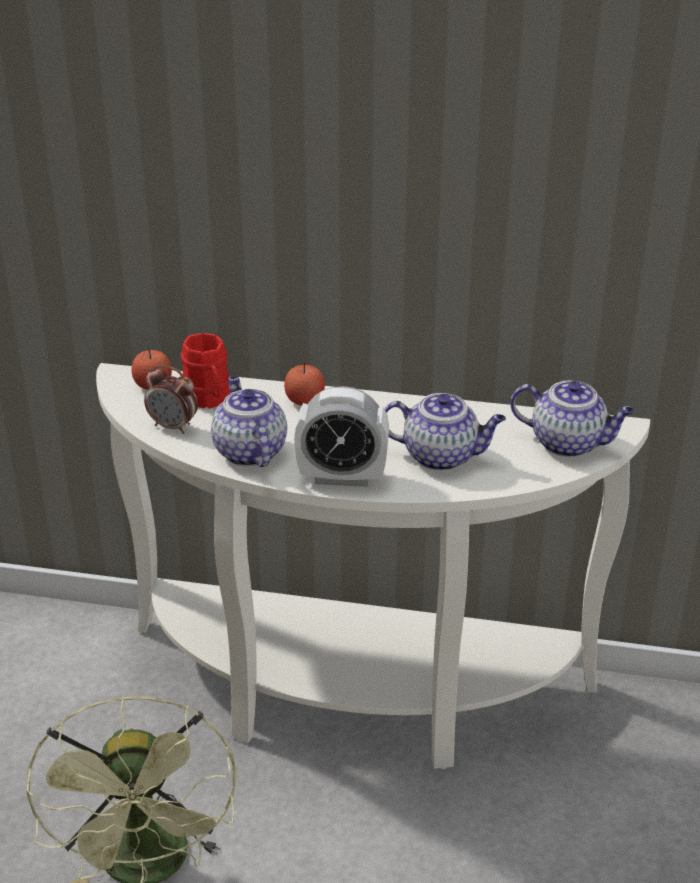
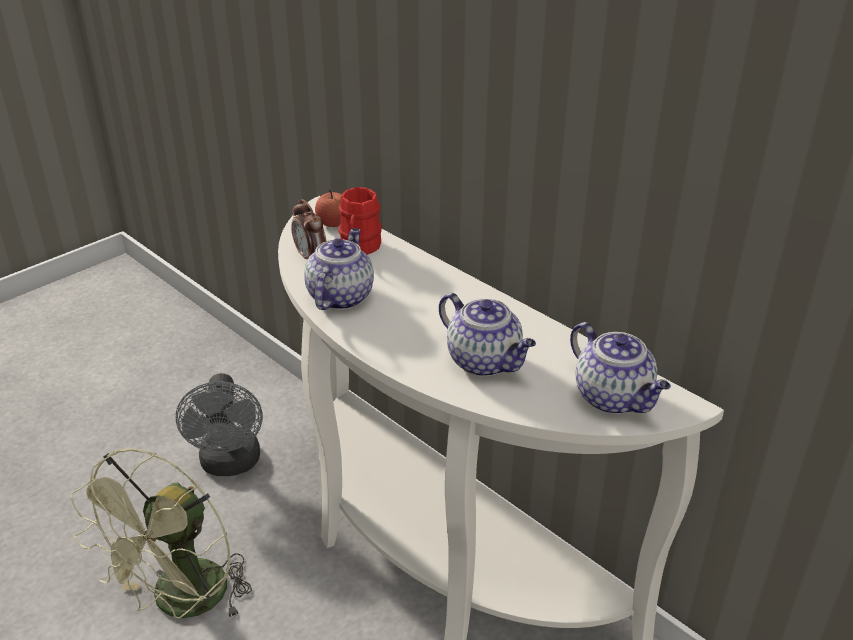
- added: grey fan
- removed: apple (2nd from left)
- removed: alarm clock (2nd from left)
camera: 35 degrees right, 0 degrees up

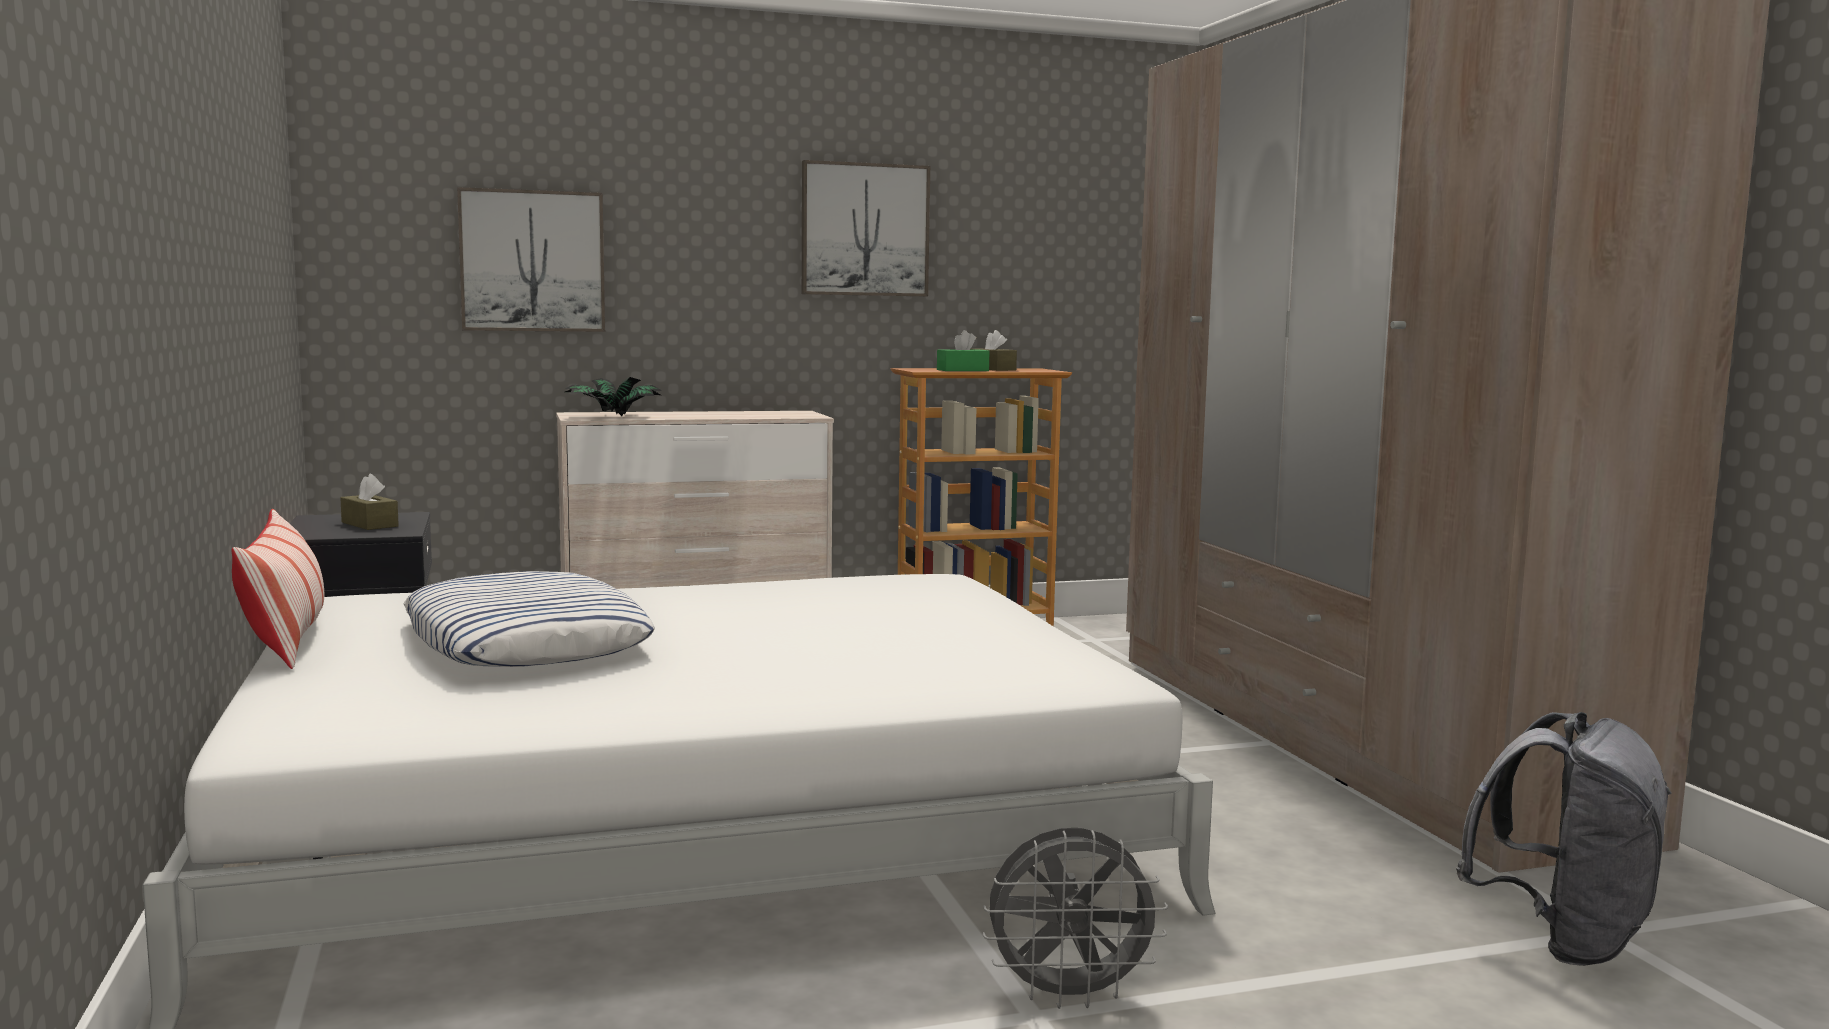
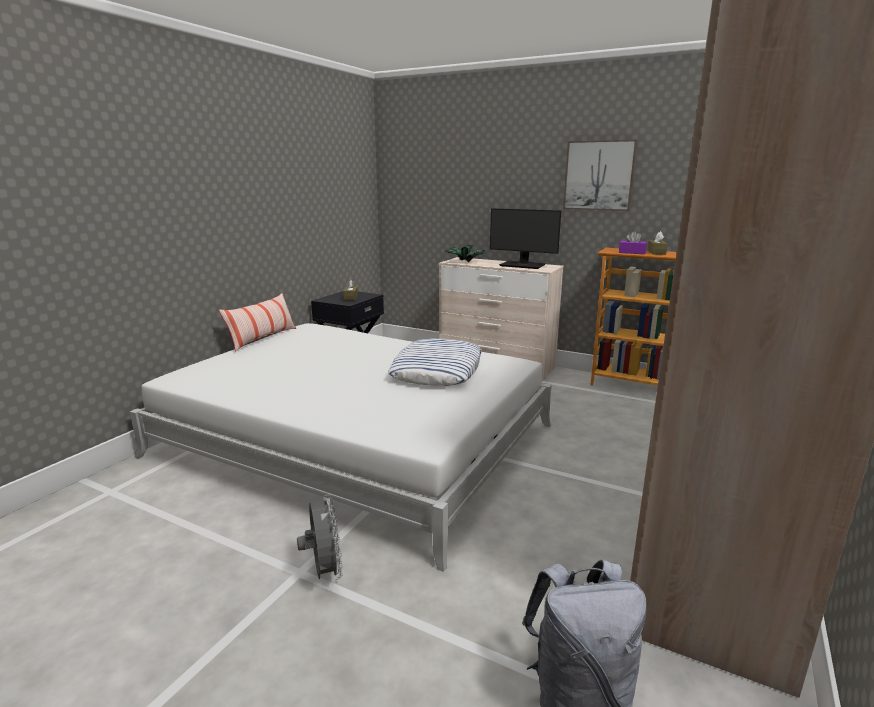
- turned: grey fan 150 degrees counterclockwise
- moved: pillow (2nd from left)
- added: monitor
- recoloured: green tissue box to purple tissue box
- removed: picture (1st from left)
camera: 45 degrees right, 10 degrees up

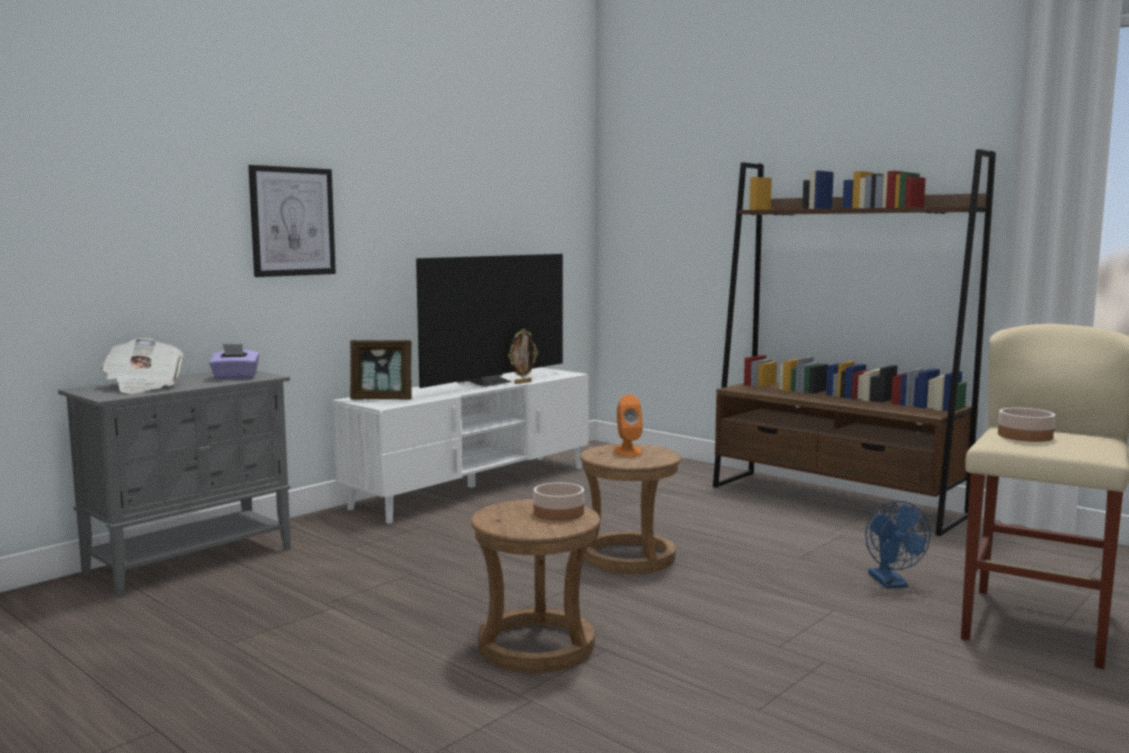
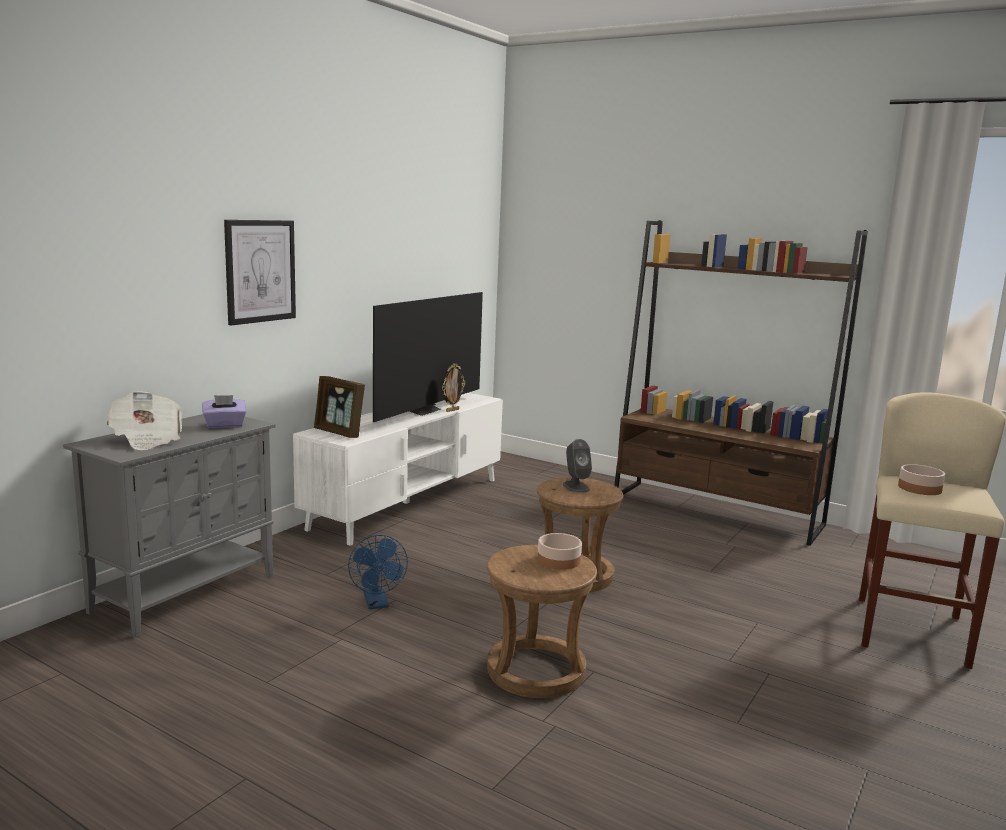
- turned: picture frame (1st from left) 45 degrees clockwise
- moved: blue fan
- recoloured: orange speaker to grey speaker
camera: 10 degrees left, 5 degrees up

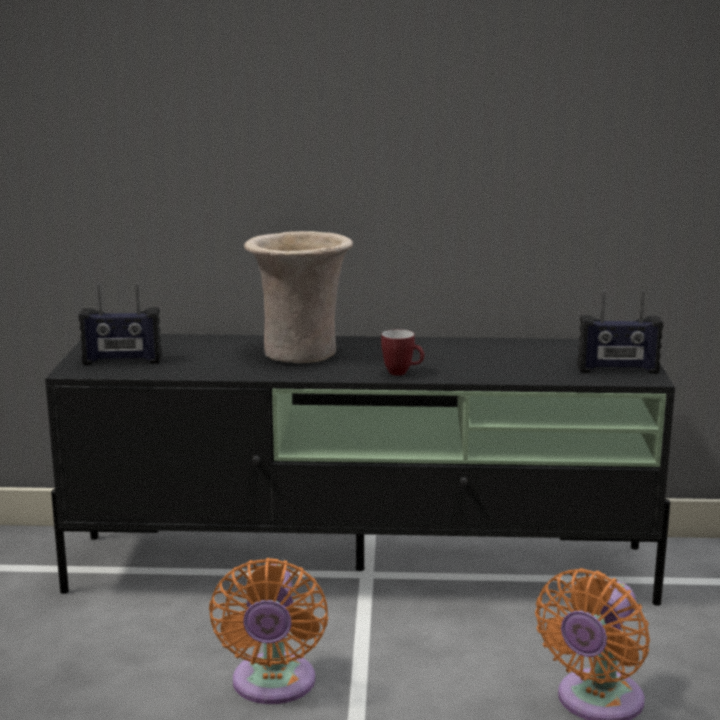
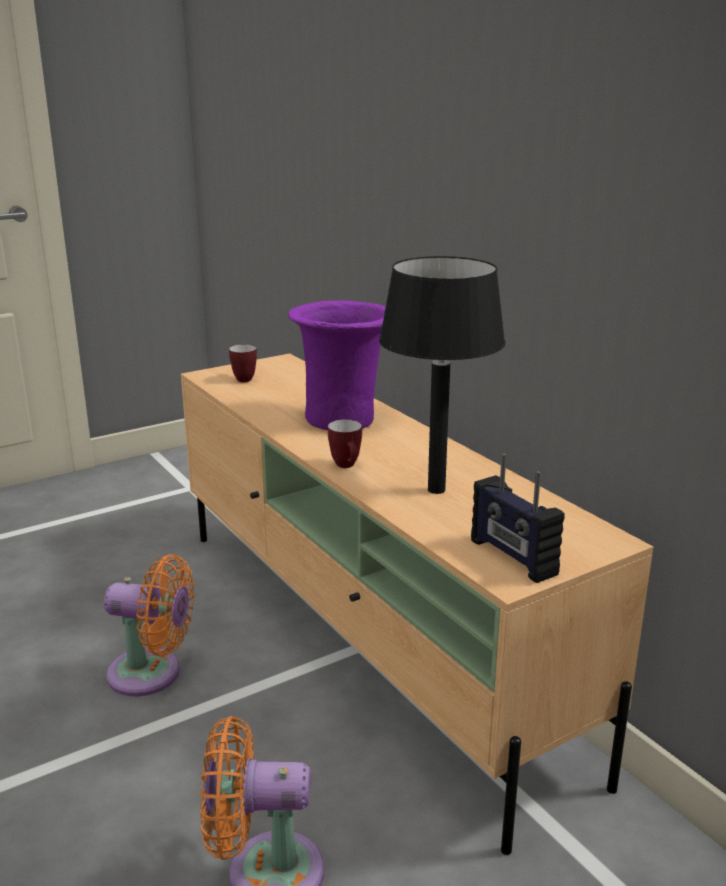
- turned: orange fan (1st from left) 135 degrees counterclockwise
- recoloured: black tv stand to beige tv stand
- replaced: radio (1st from left) to mug (1st from left)
- recoloured: beige vase to purple vase
- added: black table lamp
camera: 55 degrees right, 5 degrees up

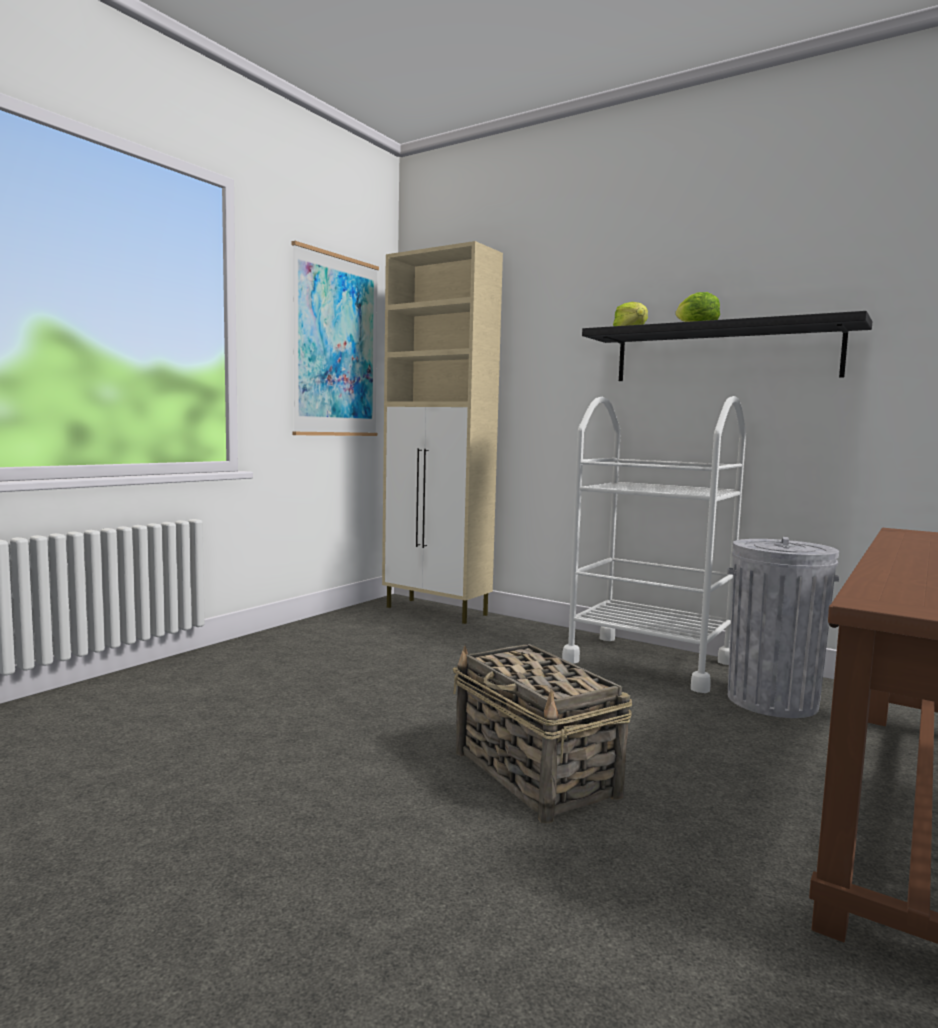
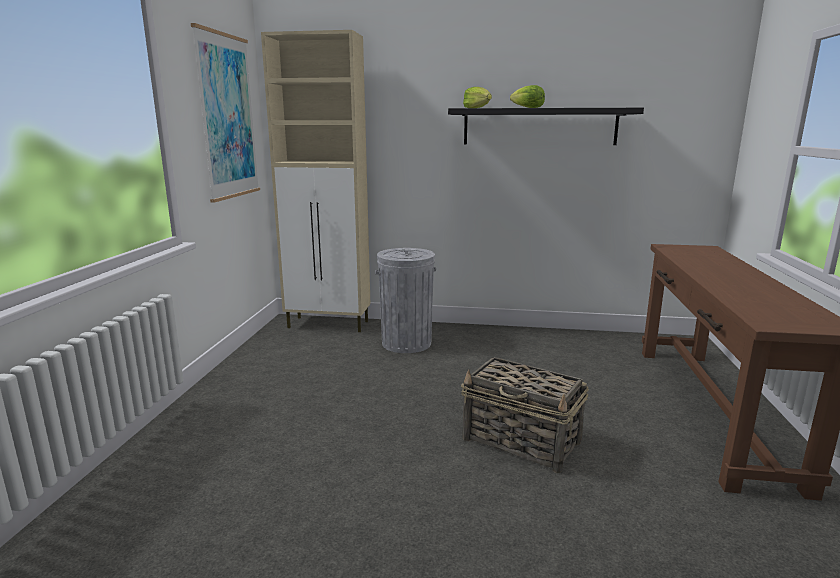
- moved: grey trash can
- removed: white cart
camera: 25 degrees left, 10 degrees up

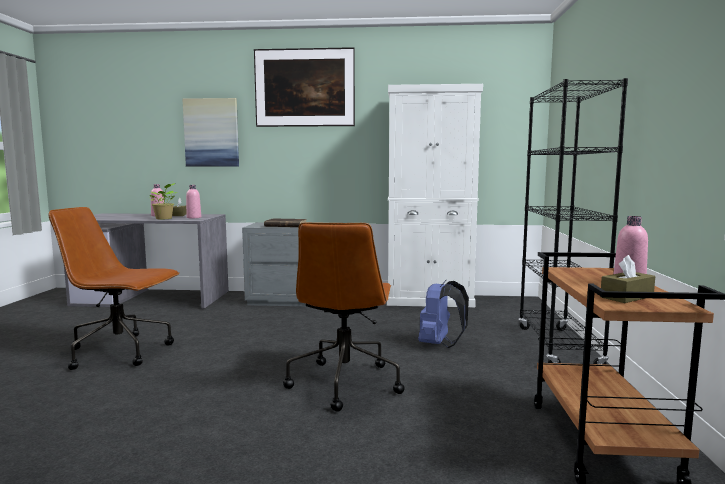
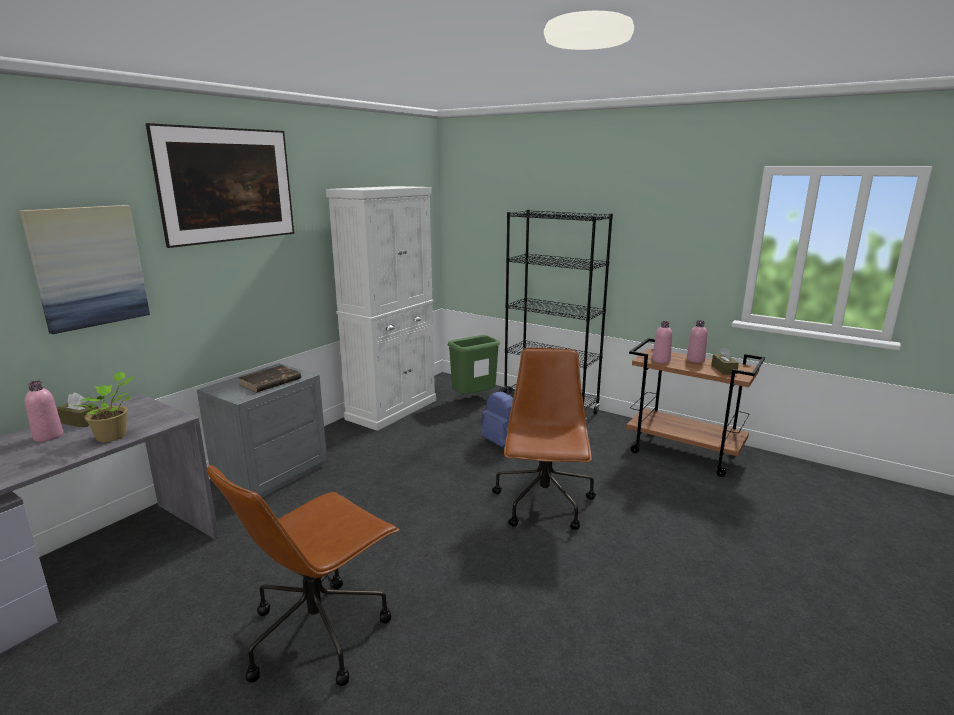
- added: green trash can
- turned: brown office chair (2nd from left) 120 degrees counterclockwise
- moved: pink bottle (2nd from left)
camera: 60 degrees left, 10 degrees up

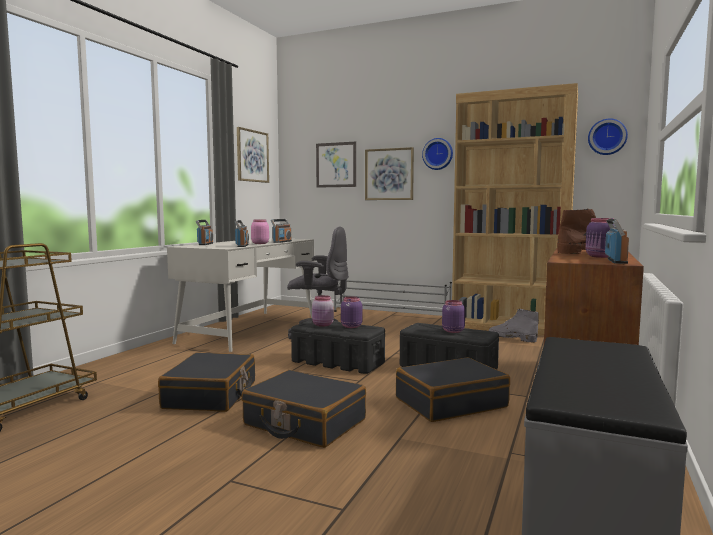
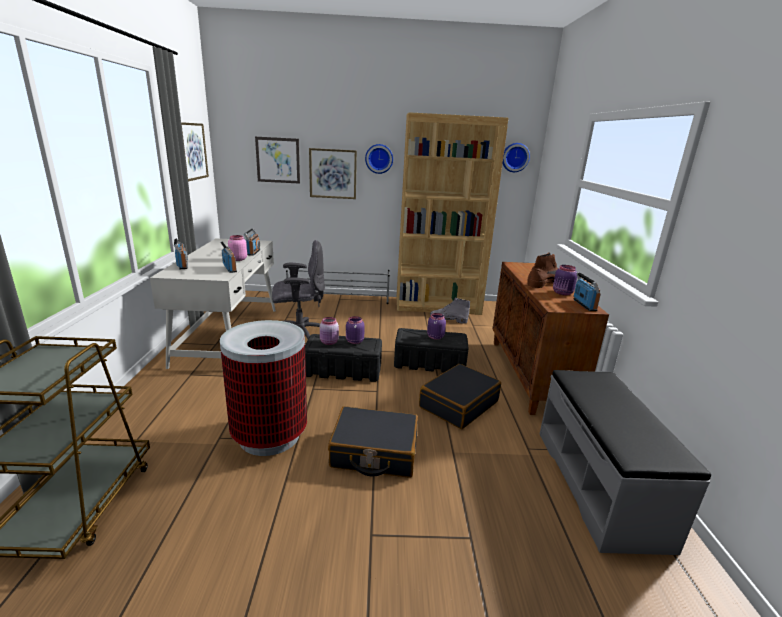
- replaced: black suitcase (1st from left) to trash can
camera: 25 degrees left, 15 degrees up

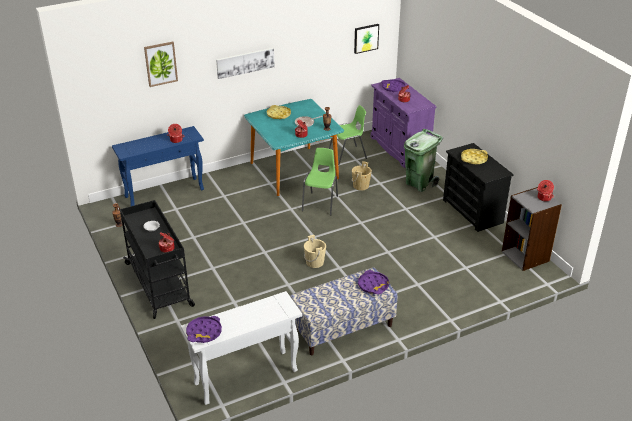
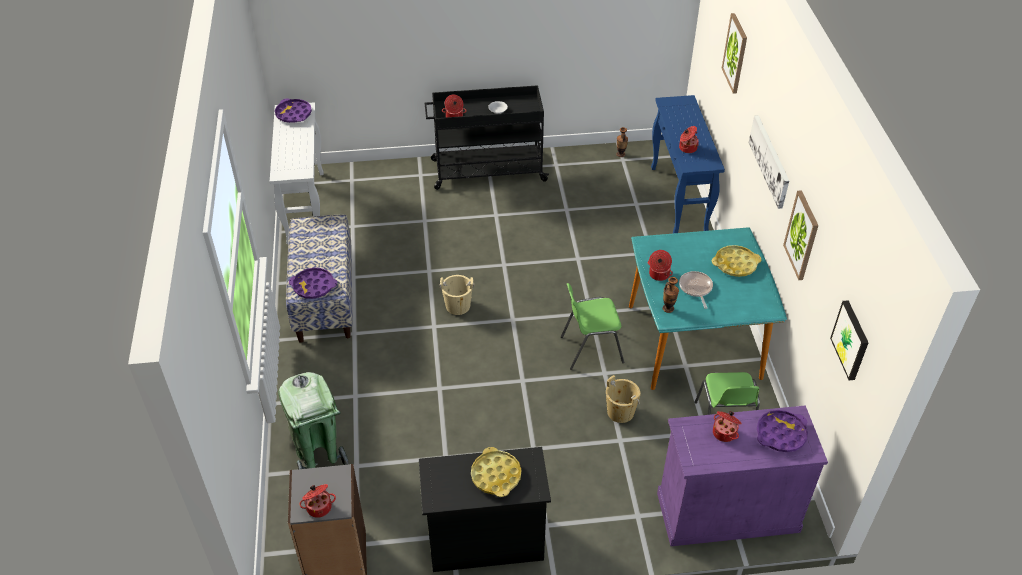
- moved: green trash can
- turned: green chair (1st from left) 135 degrees clockwise
- added: picture (3rd from left)
camera: 110 degrees right, 10 degrees up

